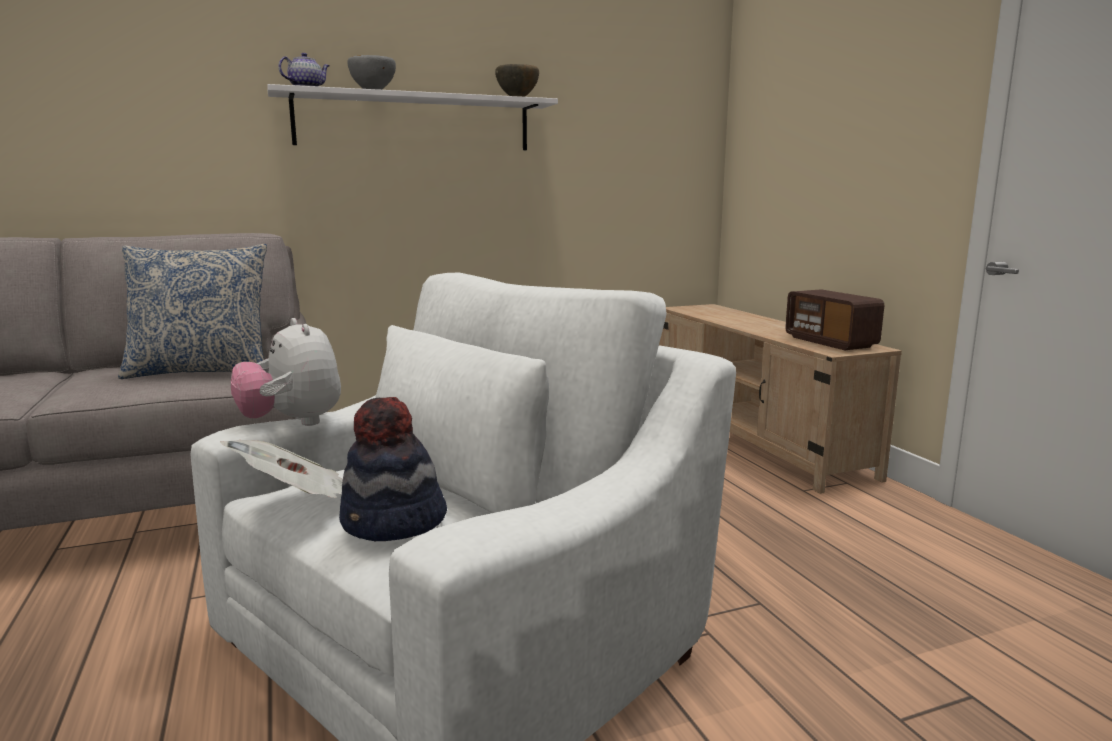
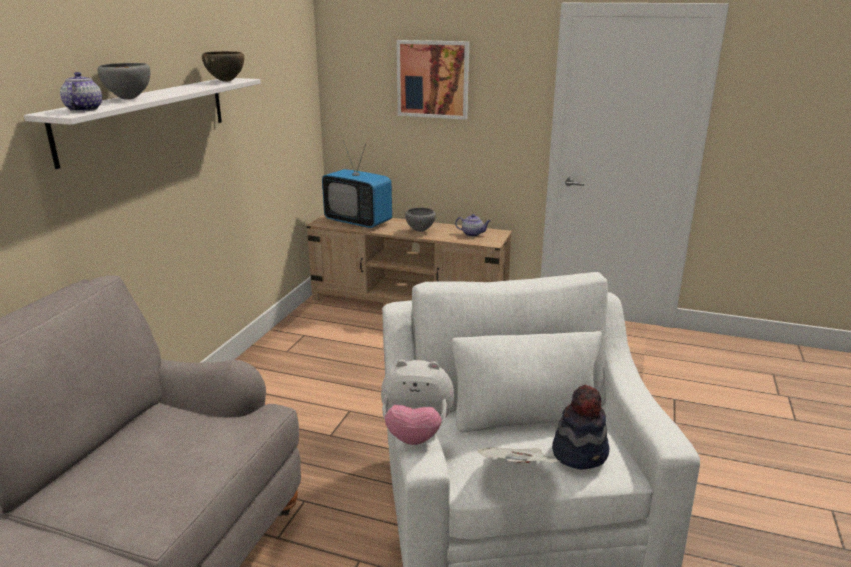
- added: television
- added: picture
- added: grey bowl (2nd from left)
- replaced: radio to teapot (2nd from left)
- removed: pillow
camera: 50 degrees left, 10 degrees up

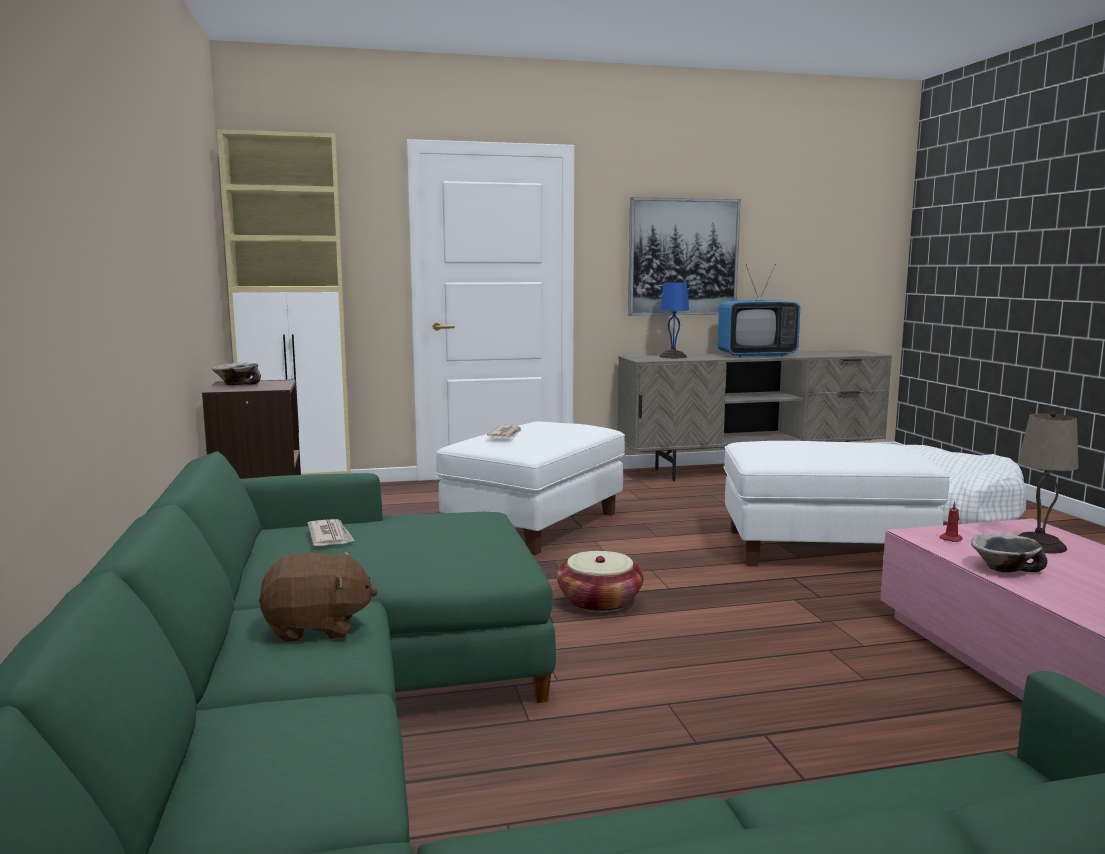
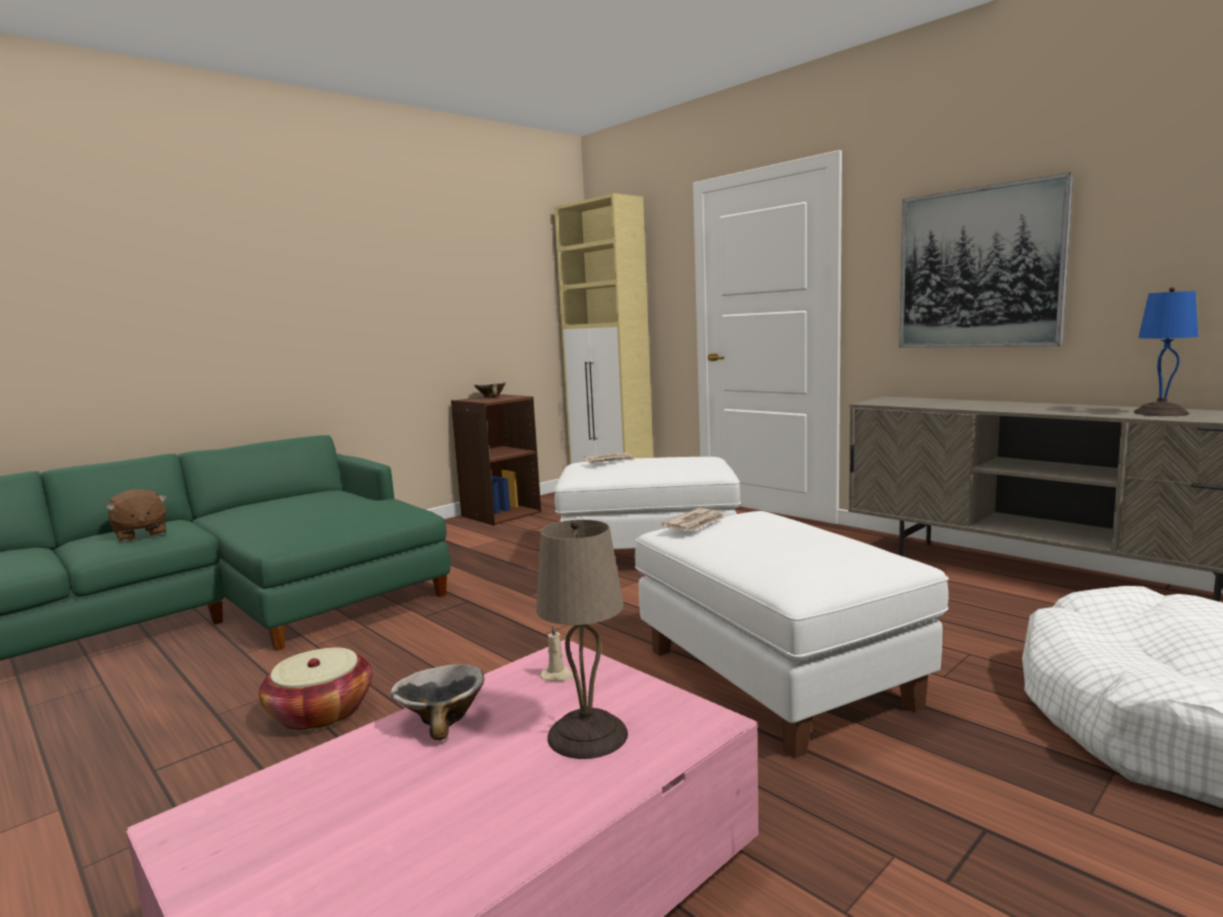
- moved: basket
- recoloured: red candle to beige candle
- moved: newspaper (1st from left in the first image) to newspaper (2nd from left)
- moved: blue table lamp
- removed: television
camera: 60 degrees right, 0 degrees up

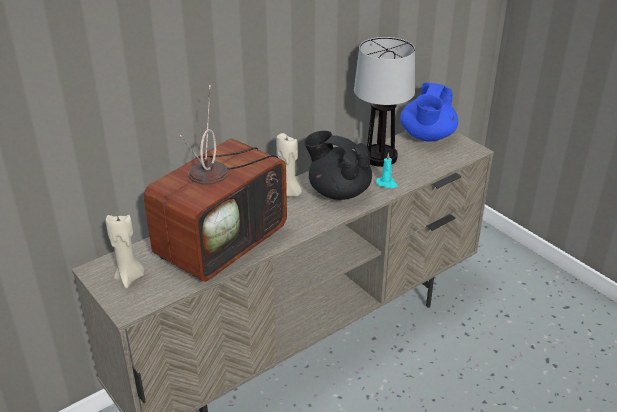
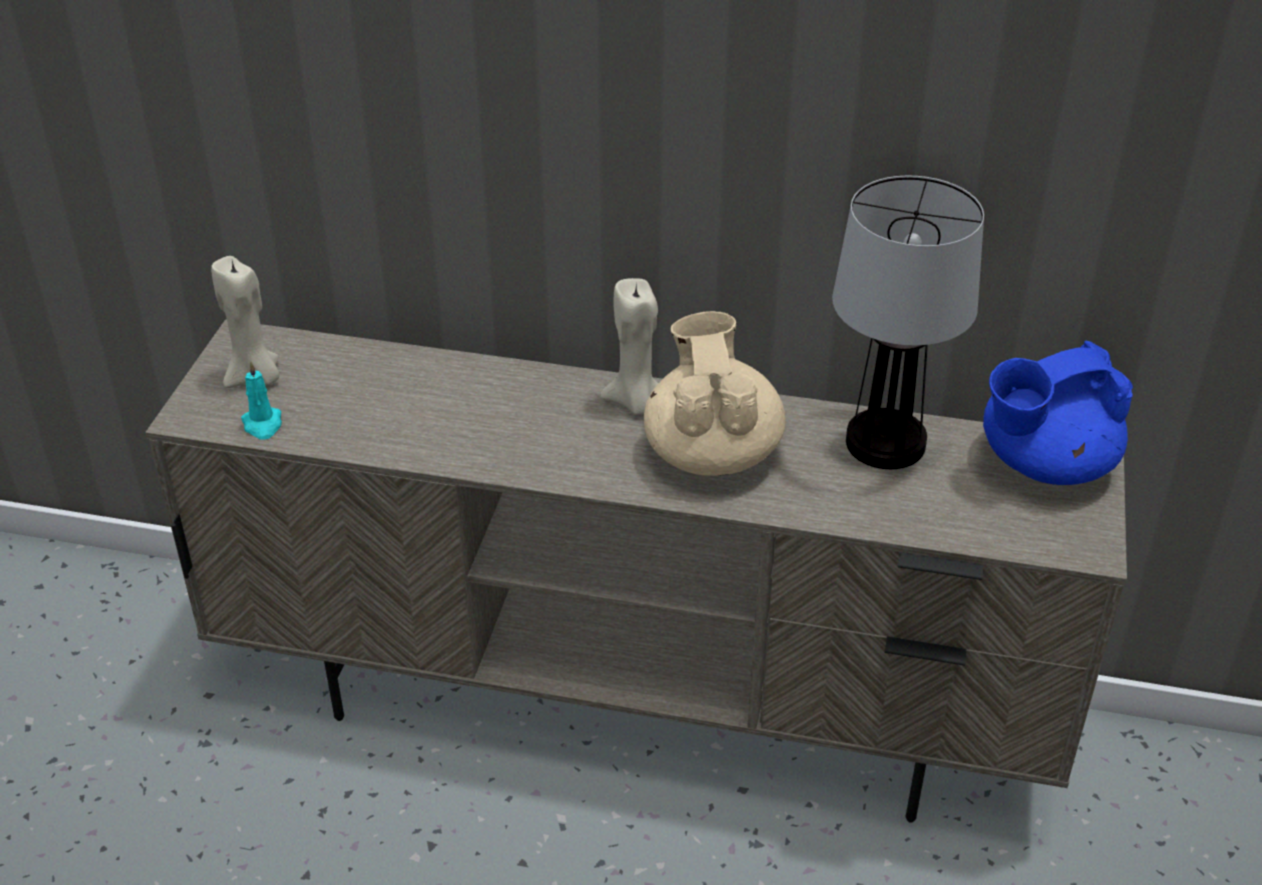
- moved: turquoise candle
- recoloured: black teapot to beige teapot
- removed: television
camera: 50 degrees right, 5 degrees up

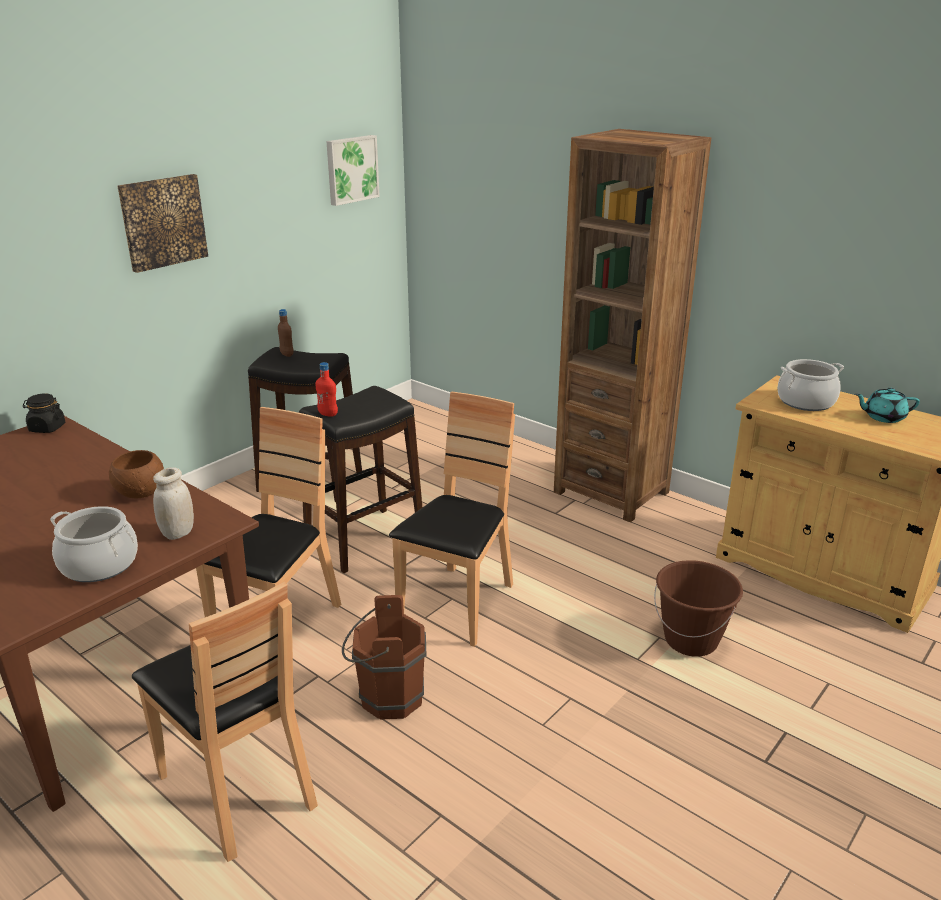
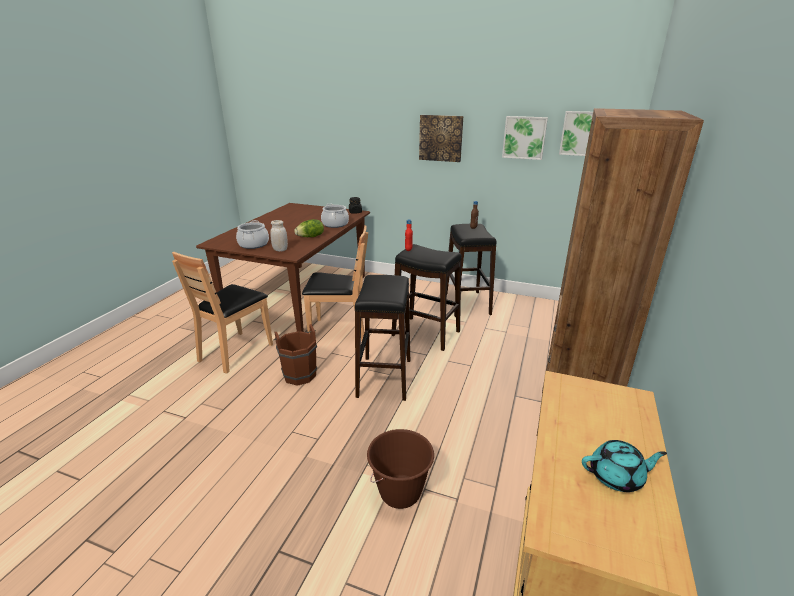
- replaced: brown bowl to lettuce
- moved: cooking pot (2nd from left)
- replaced: brown chair (3rd from left) to black stool (1st from left)
- added: picture (2nd from left)
- turned: turquoise teapot 105 degrees clockwise
camera: 70 degrees right, 0 degrees up

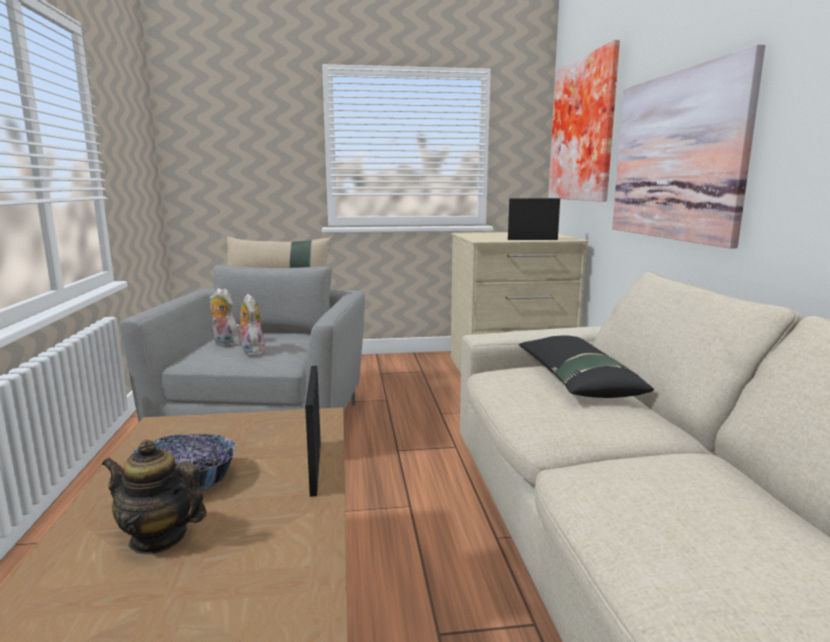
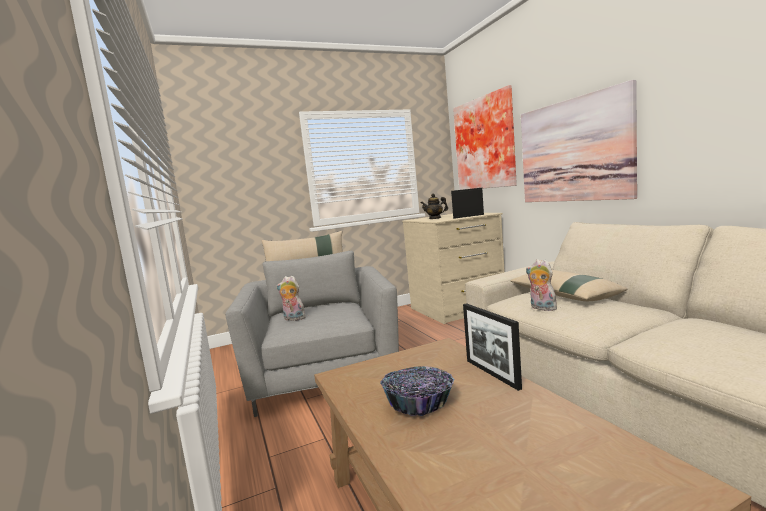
- moved: teapot
- recoloured: black pillow to beige pillow (2nd from left)
- moved: plush toy (2nd from left)
camera: 15 degrees left, 5 degrees down

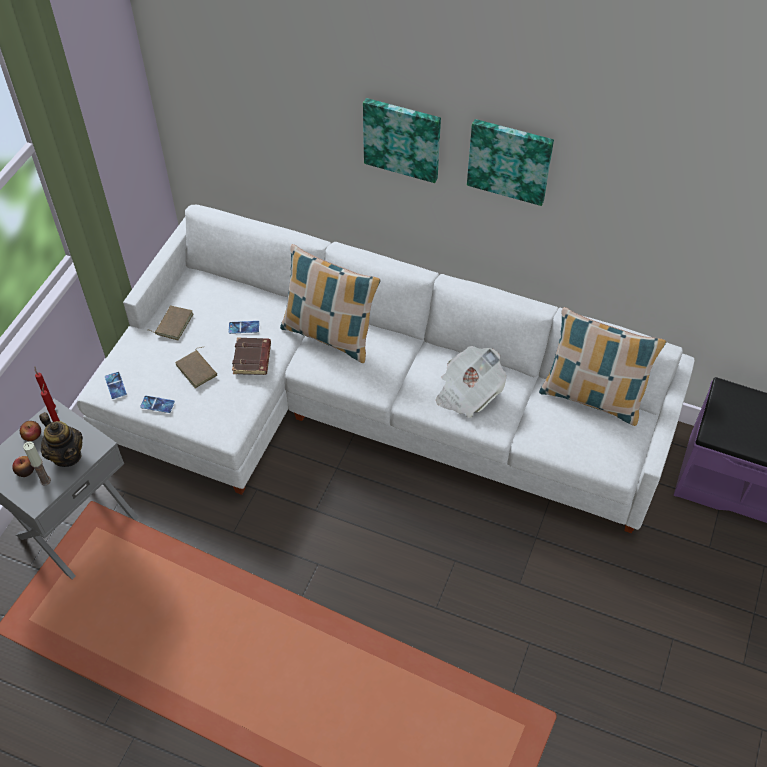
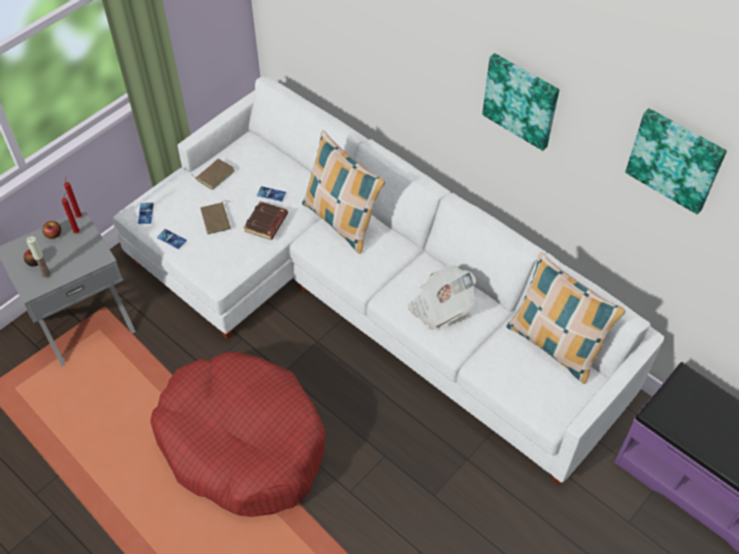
- added: red dog bed
- moved: picture (1st from left in the first image) to picture (2nd from left)
- removed: teapot
camera: 20 degrees right, 0 degrees up

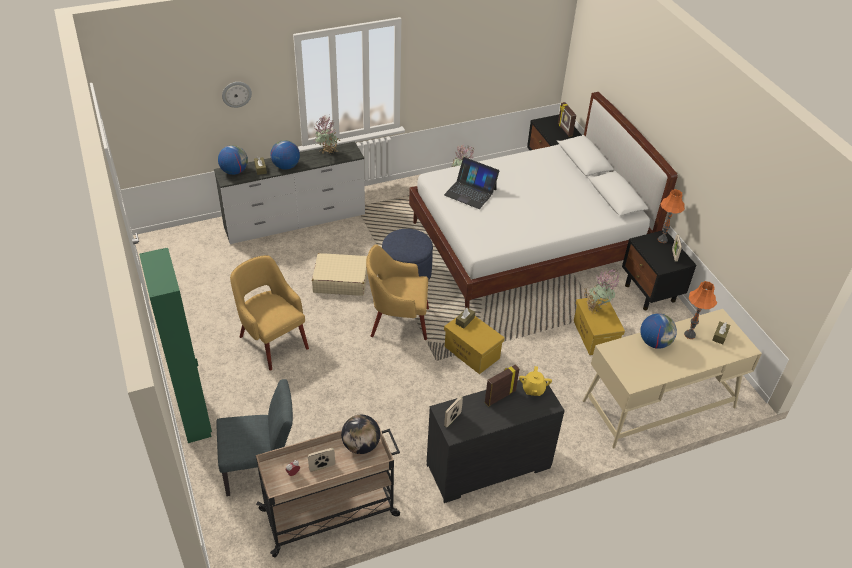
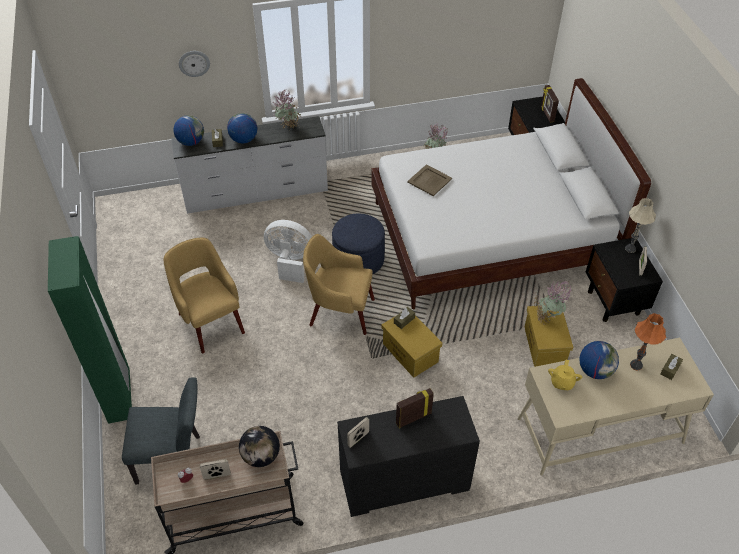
- replaced: beige suitcase to white fan
- replaced: laptop to beige tray
- moved: yellow teapot
- recoloured: orange table lamp (1st from left) to beige table lamp
camera: 10 degrees right, 5 degrees up

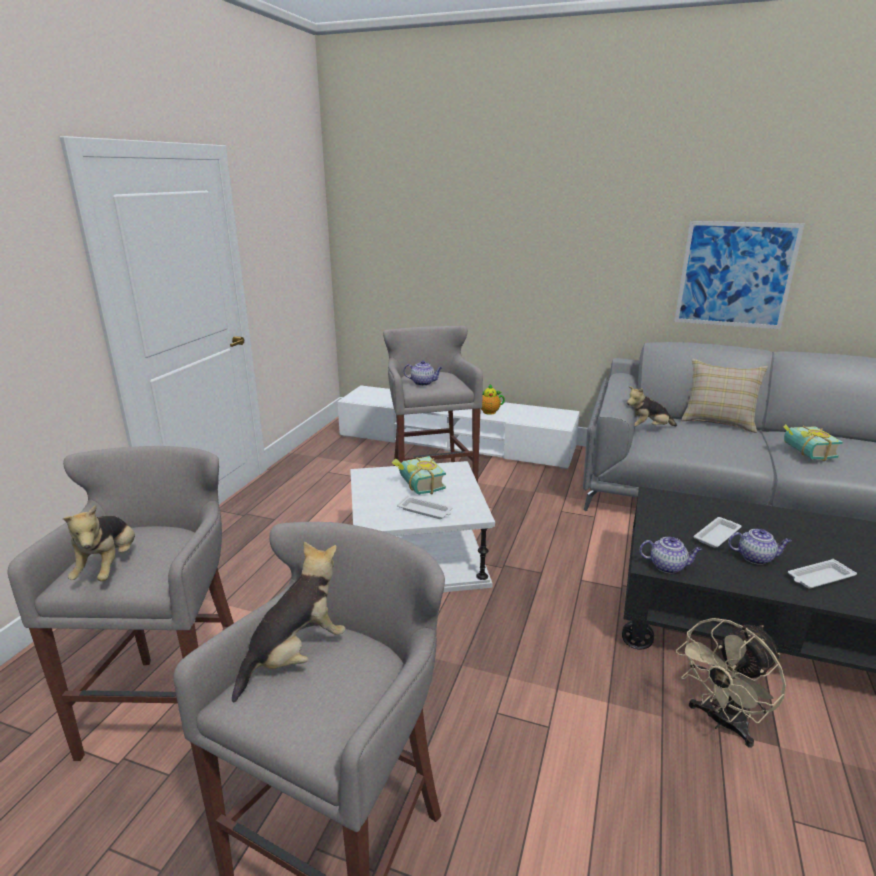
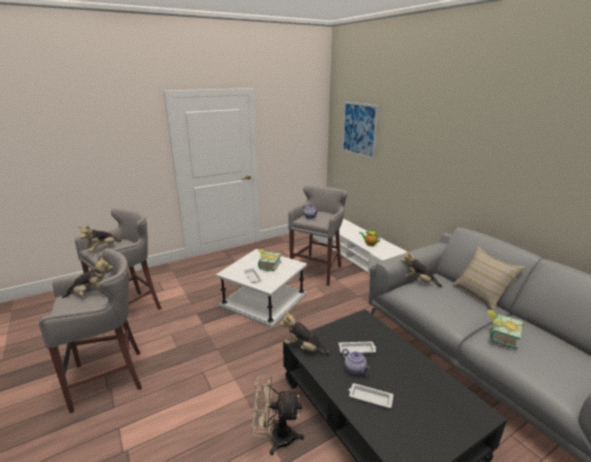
- replaced: teapot (3rd from left) to plush toy (3rd from left)
- moved: picture
camera: 40 degrees right, 0 degrees up

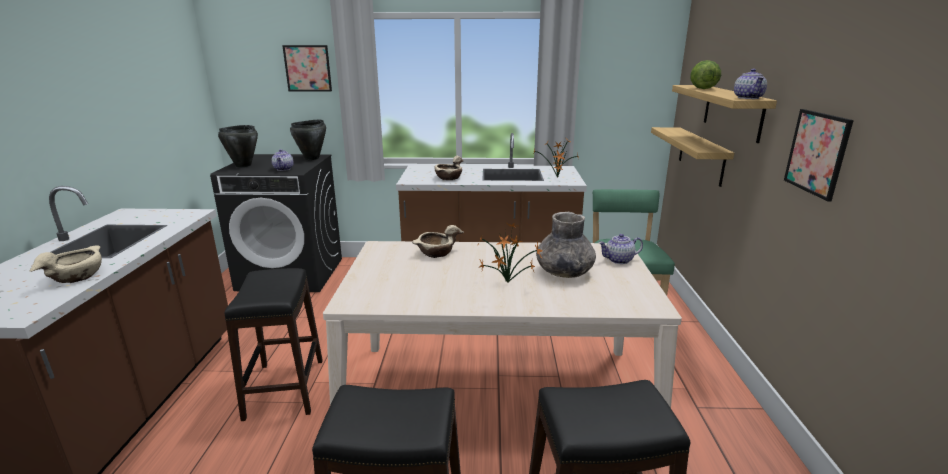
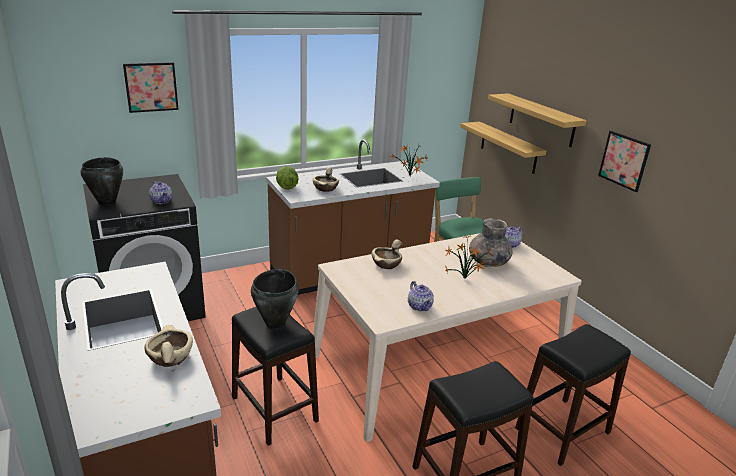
- moved: black cooking pot (2nd from left)
- moved: lettuce
- moved: teapot (3rd from left in the first image) to teapot (2nd from left)
camera: 30 degrees left, 5 degrees up

